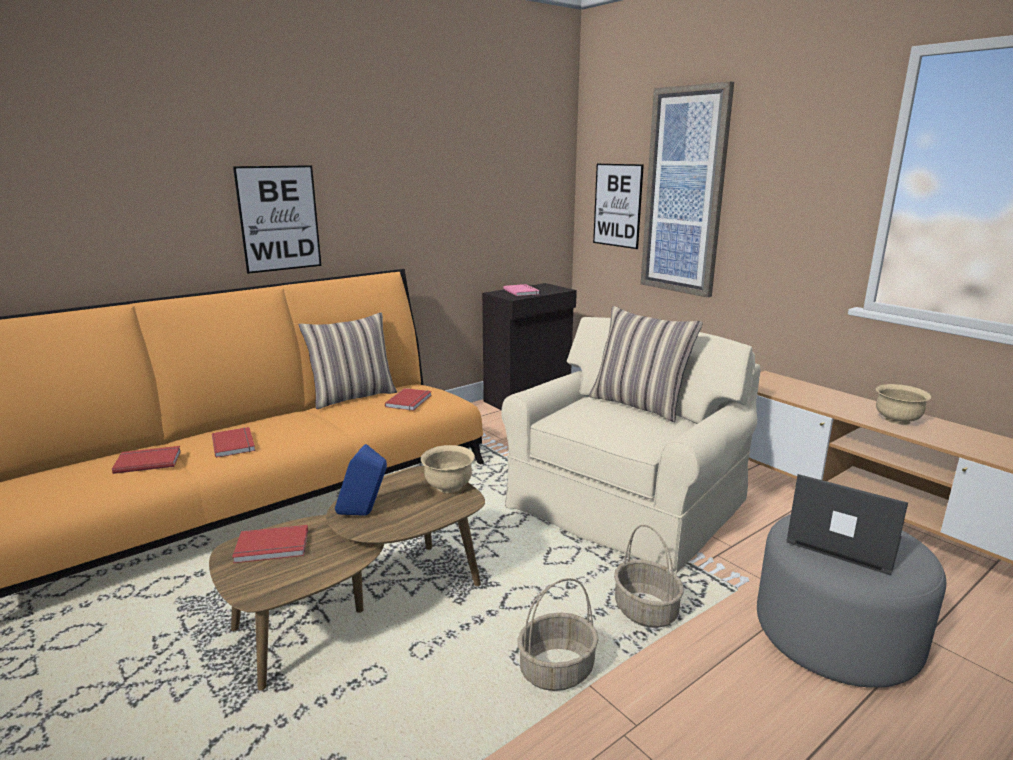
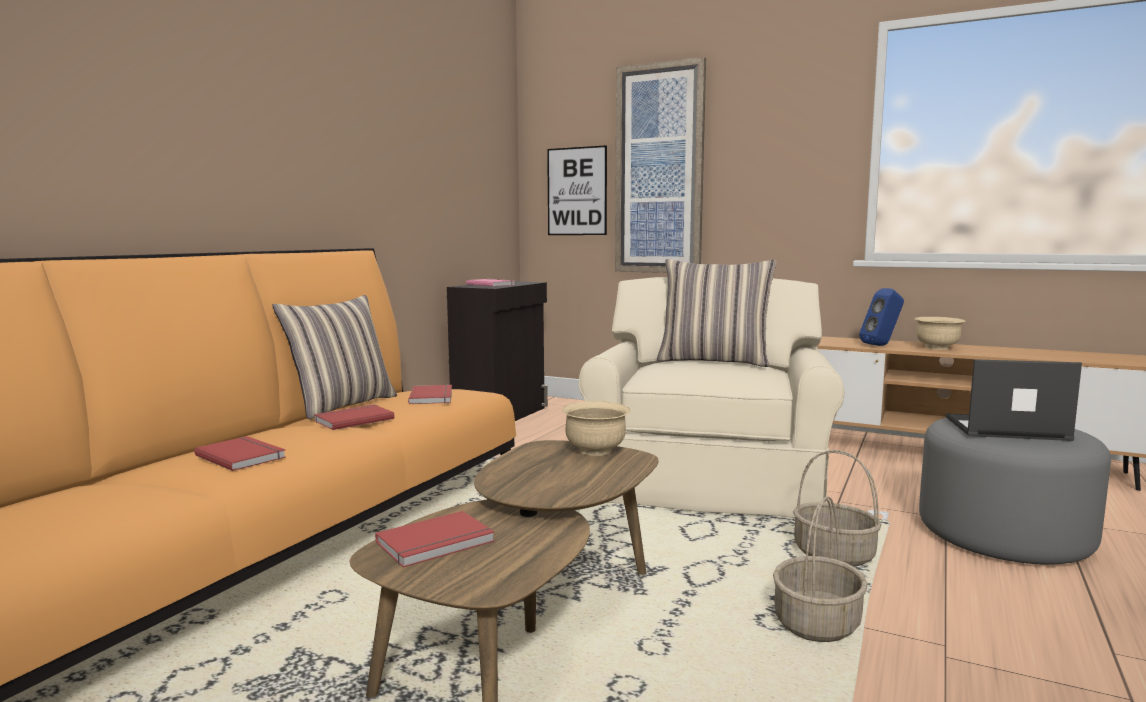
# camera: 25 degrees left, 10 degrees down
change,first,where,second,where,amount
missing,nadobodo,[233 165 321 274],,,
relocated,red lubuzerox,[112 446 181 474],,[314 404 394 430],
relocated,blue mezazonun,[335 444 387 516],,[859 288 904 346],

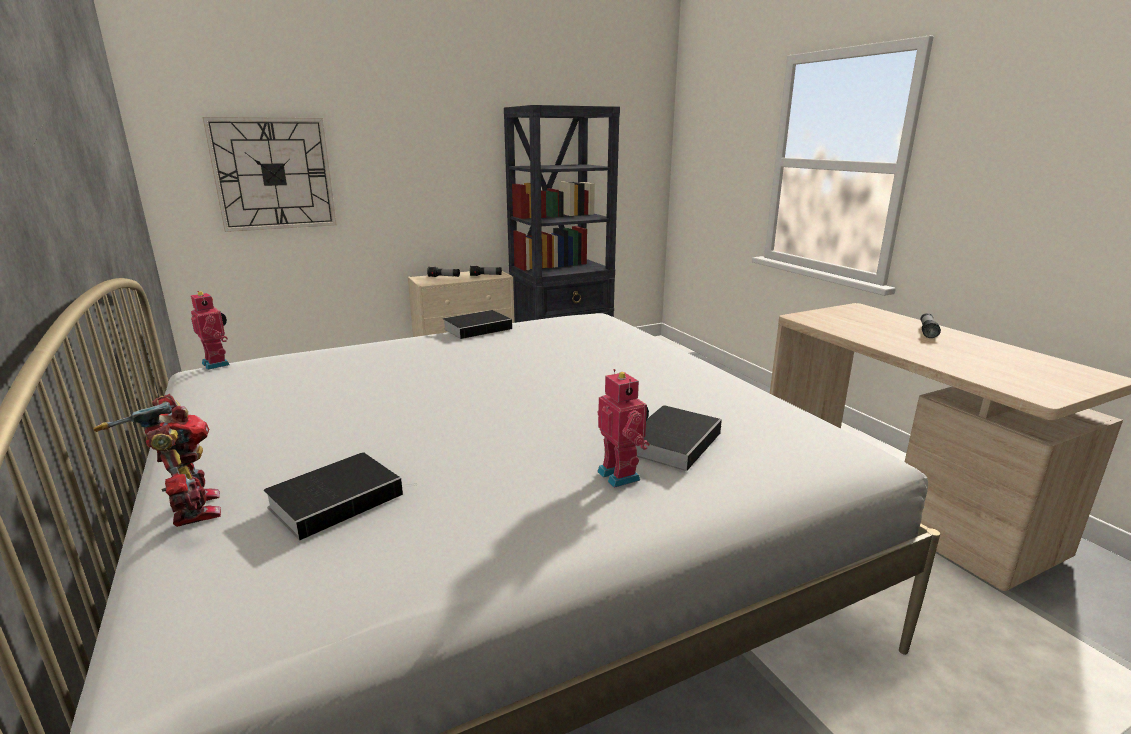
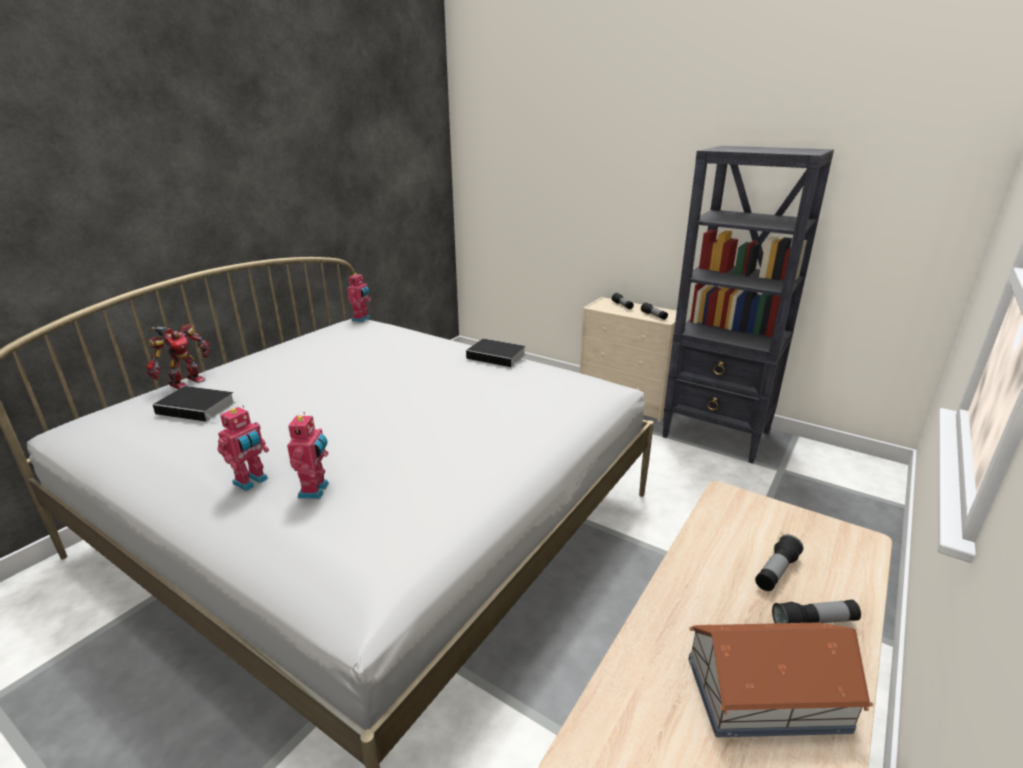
# camera: 60 degrees right, 5 degrees up
change,first,where,second,where,amount
missing,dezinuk,[203 117 336 232],,,
appeared,,,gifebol,[688 622 873 737],
appeared,,,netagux,[755 535 803 591],
exchanged,lubuzerox,[636 405 722 471],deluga,[287 412 329 499],

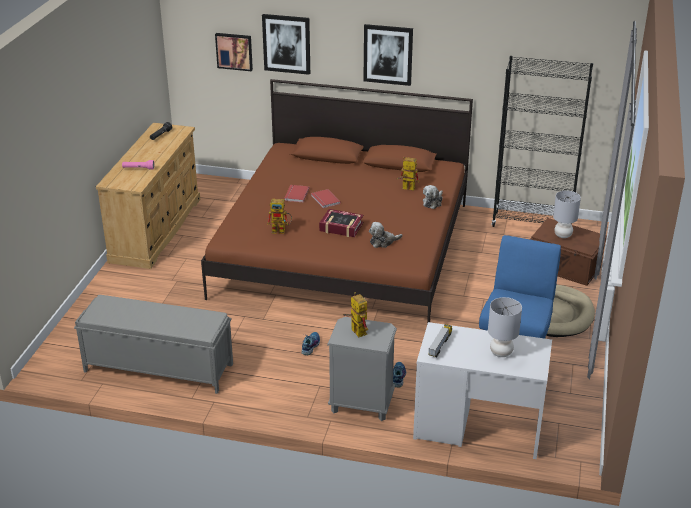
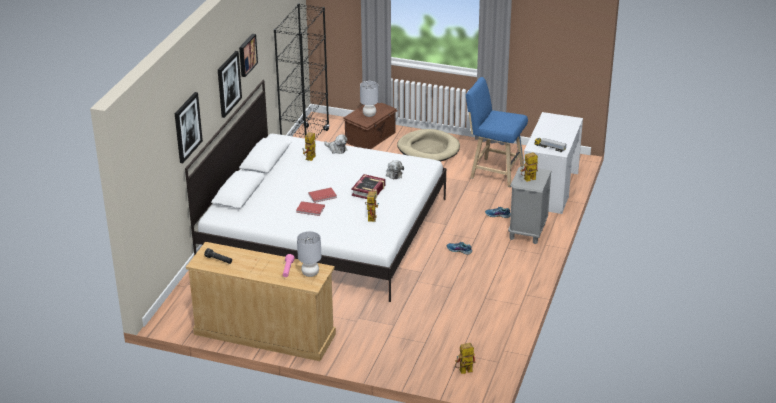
# camera: 85 degrees left, 0 degrees up
change,first,where,second,where,amount
missing,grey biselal,[74 295 233 394],,,
appeared,,,deluga,[455 343 476 374],
relocated,nadobodo,[215 33 253 71],,[239 34 258 77],
relocated,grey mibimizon,[488 297 522 357],,[297 231 321 277],
colour,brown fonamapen,[201 79 473 324],white fonamapen,[185 80 446 302],

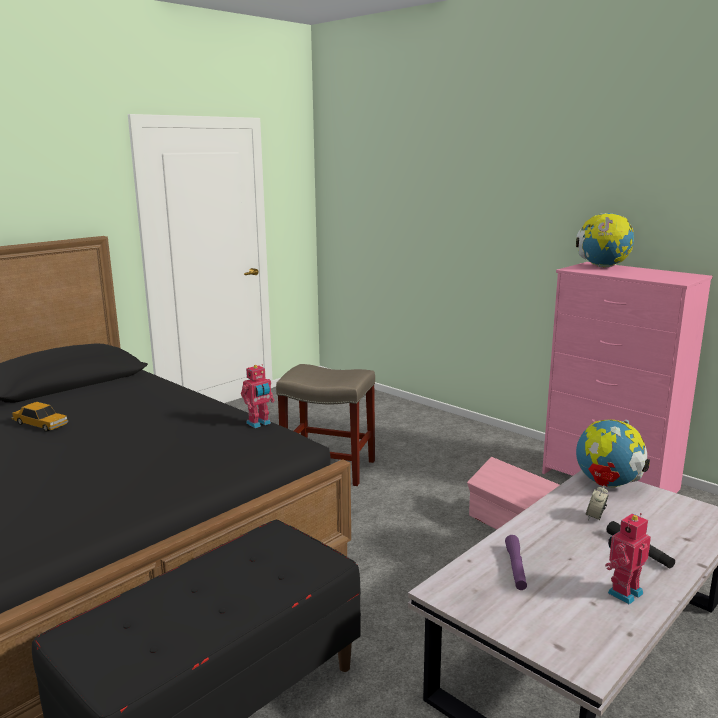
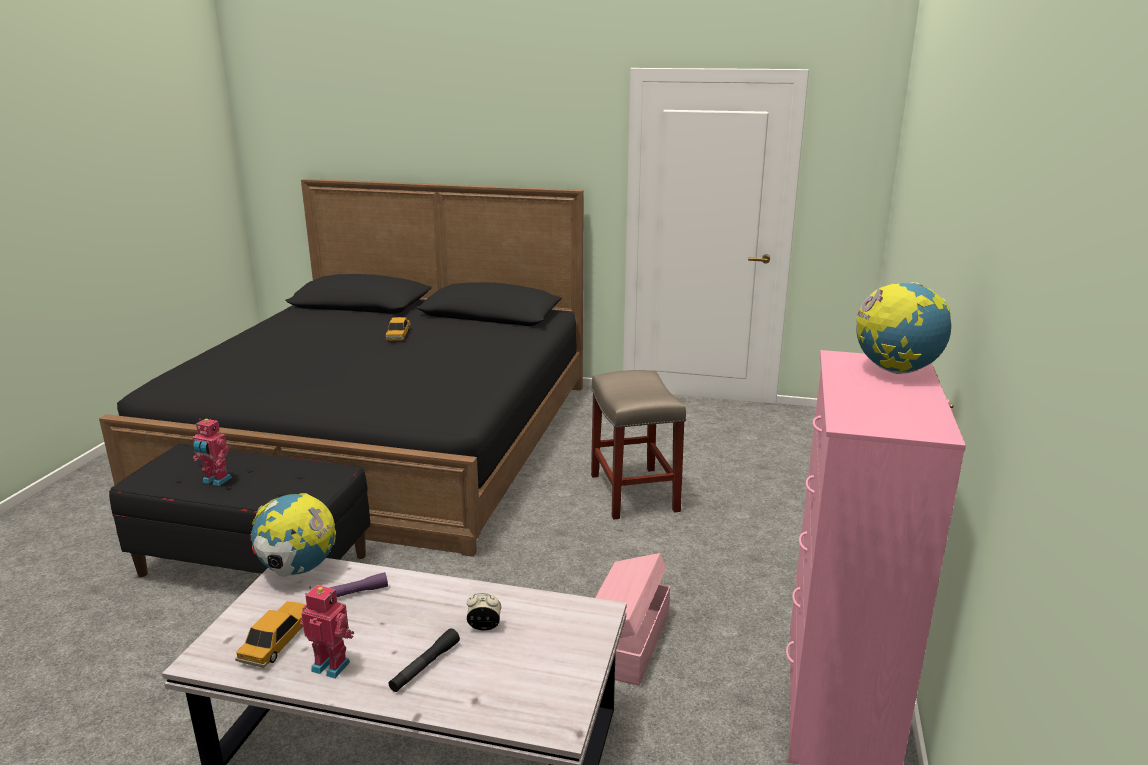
# camera: 60 degrees right, 5 degrees up
change,first,where,second,where,amount
appeared,,,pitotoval,[235 601 306 668],
relocated,deluga,[241 364 275 428],,[192 419 232 486],
relocated,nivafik,[576 420 650 488],,[251 493 336 577],

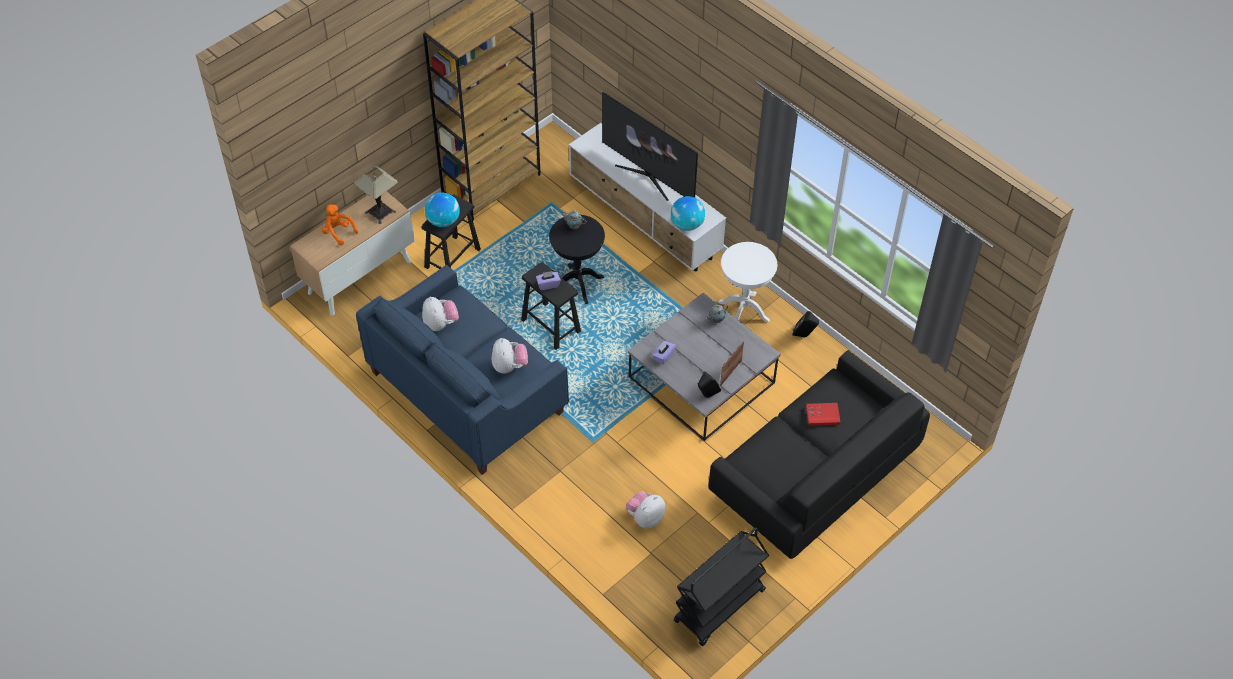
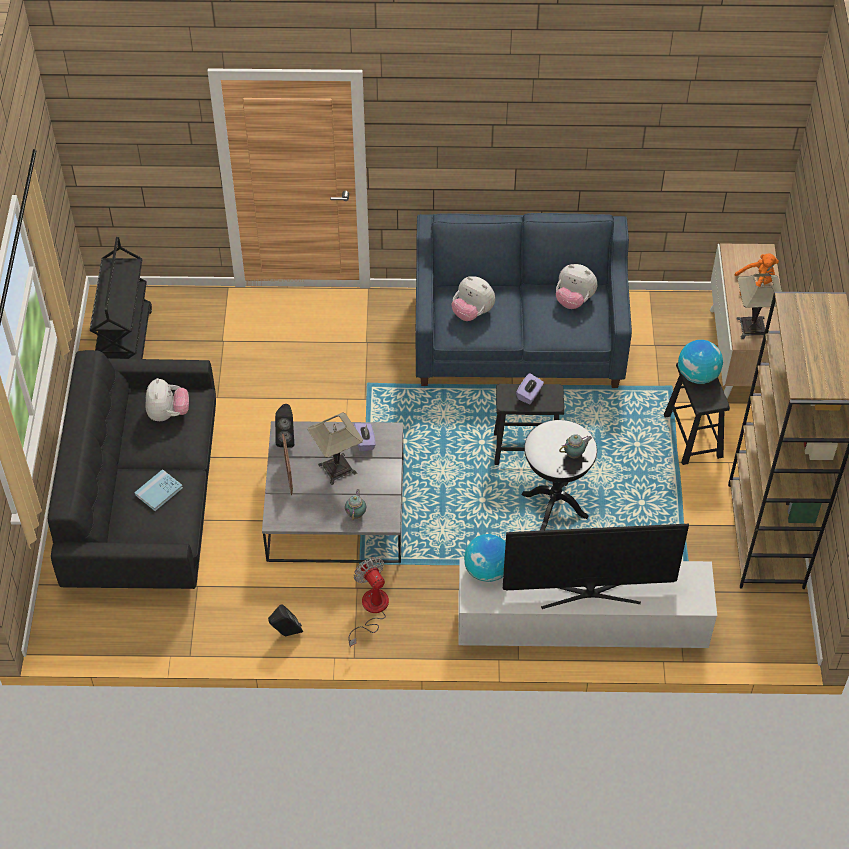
# camera: 135 degrees right, 0 degrees up
change,first,where,second,where,amount
appeared,,,mibimizon,[308 412 363 485],
relocated,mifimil,[626 491 665 528],,[145 378 189 421],
exchanged,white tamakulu,[718 242 777 323],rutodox,[348 557 389 647],
colour,red lubuzerox,[806 403 840 426],blue lubuzerox,[134 469 183 511],

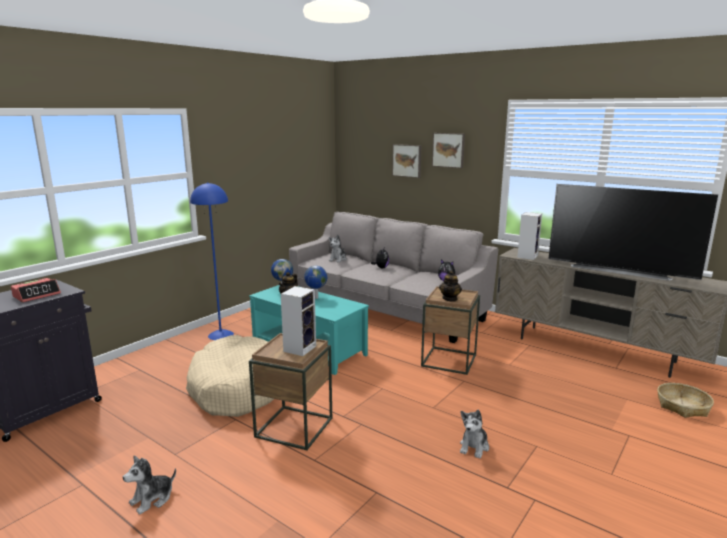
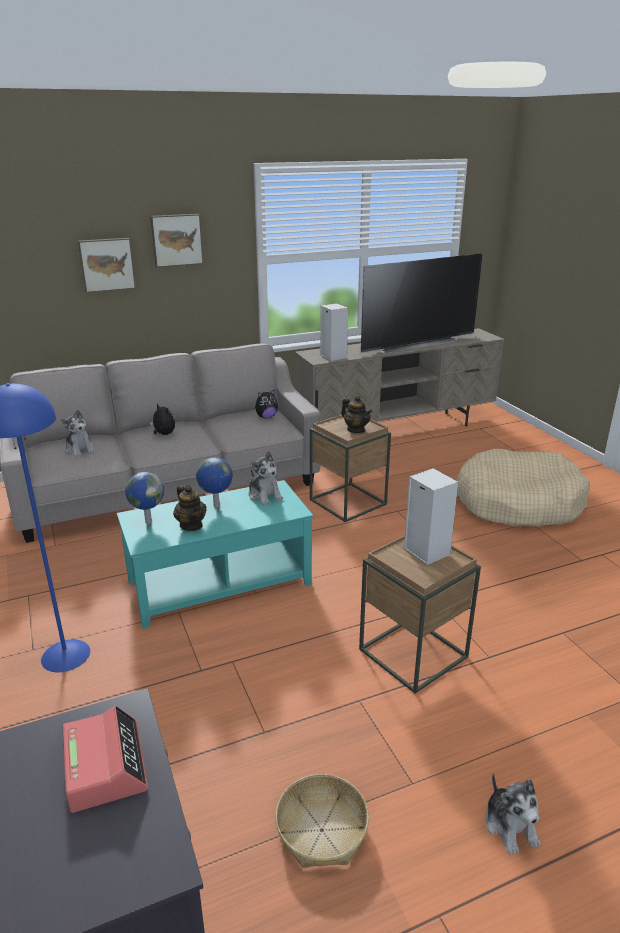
# camera: 60 degrees left, 10 degrees up
change,first,where,second,where,amount
relocated,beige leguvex,[186 335 274 417],,[457 449 590 527],
relocated,mifimil,[460 410 489 459],,[248 451 283 506],
relocated,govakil,[657 383 714 418],,[275 774 369 868],

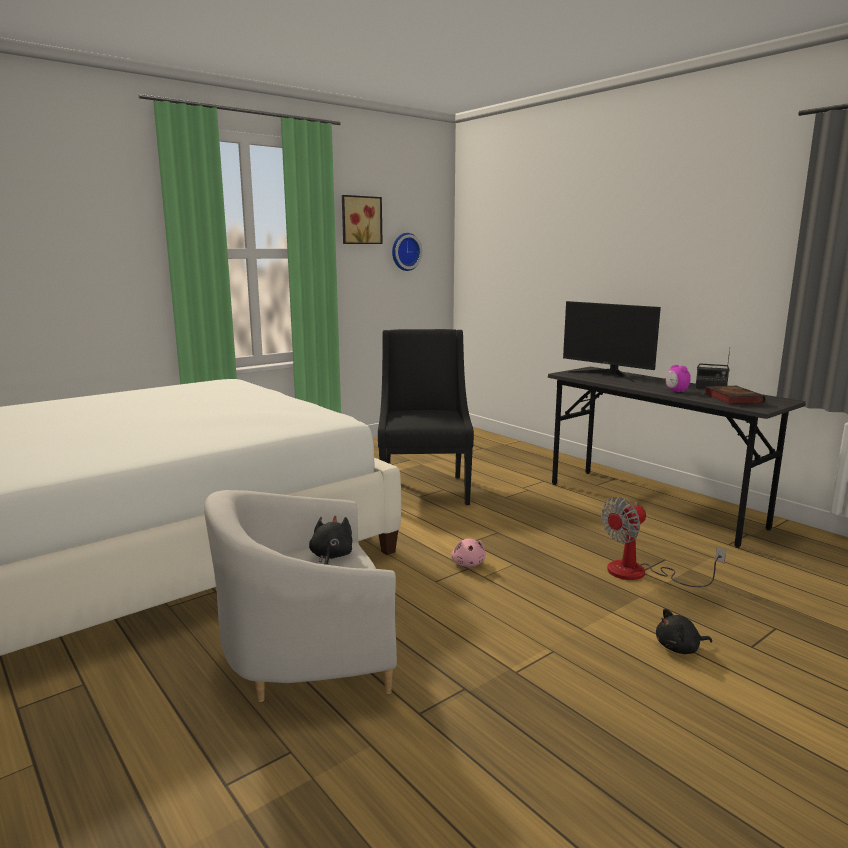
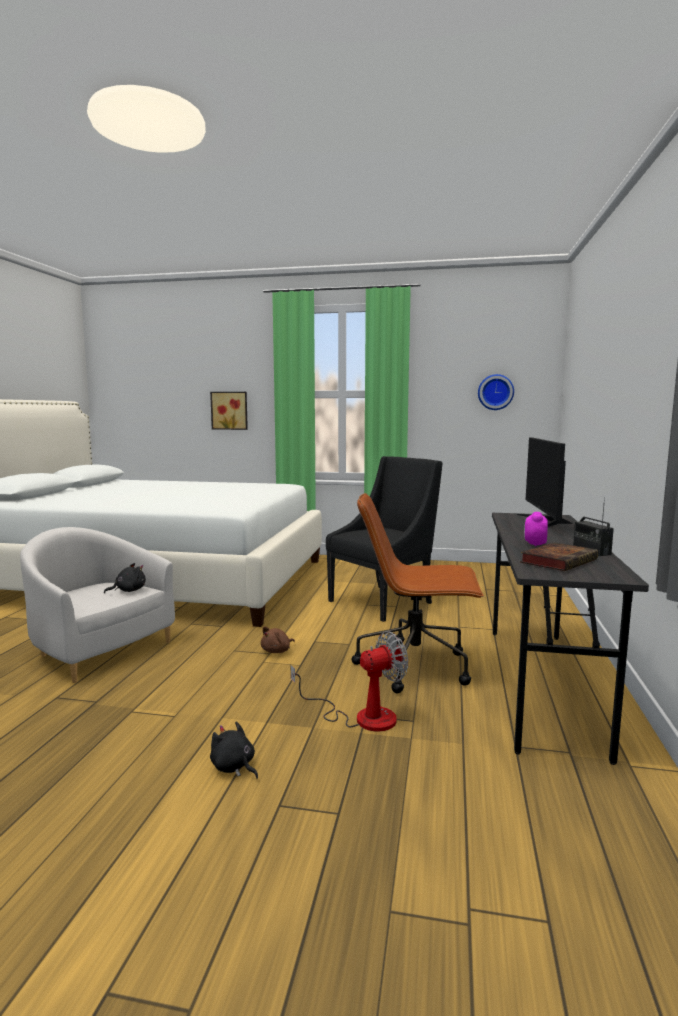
# camera: 50 degrees right, 5 degrees down
change,first,where,second,where,amount
appeared,,,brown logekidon,[352 493 484 693],
relocated,nadobodo,[342 195 383 244],,[210 392 248 430],
colour,pink mifimil,[451 538 486 567],brown mifimil,[261 626 295 653],
spun,rutodox,[601 497 726 587],,[291 631 408 732],135 degrees clockwise

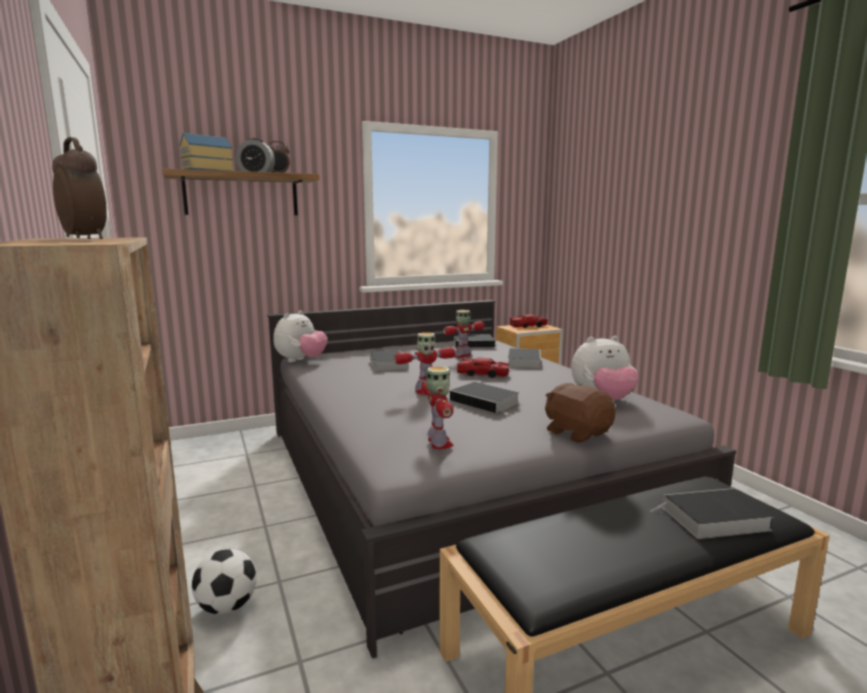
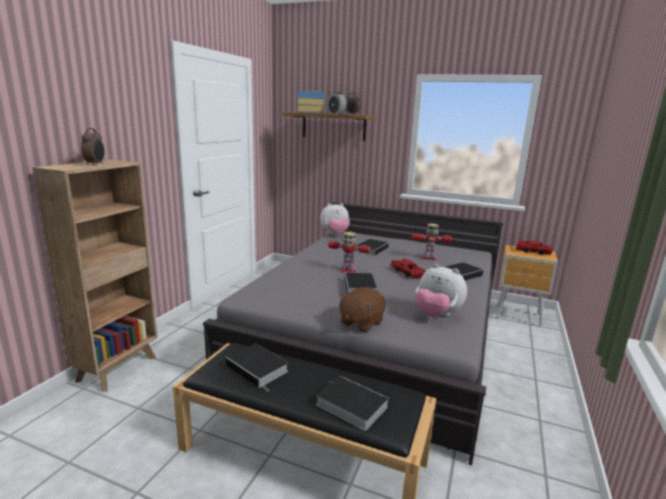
# camera: 45 degrees right, 5 degrees up
change,first,where,second,where,amount
missing,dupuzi,[192 548 257 614],,,
missing,deluga,[421 366 454 449],,,
relocated,lubuzerox,[453 335 502 348],,[225 343 288 391],
spun,brown mifimil,[545 383 616 443],,[338 287 386 332],150 degrees counterclockwise

